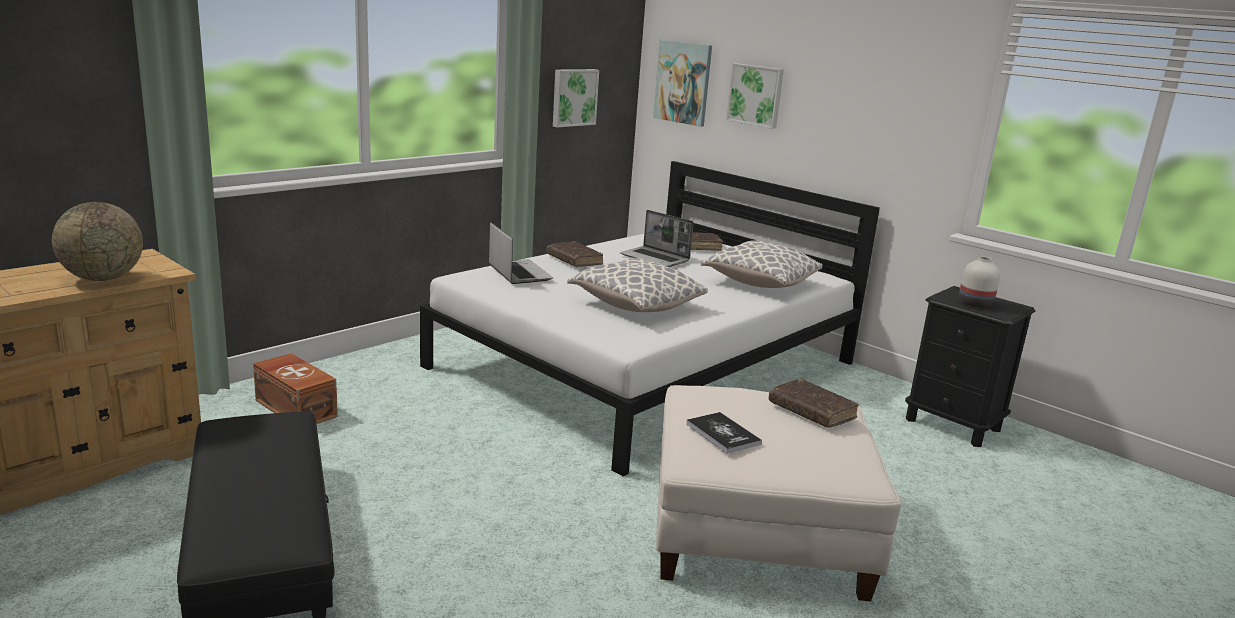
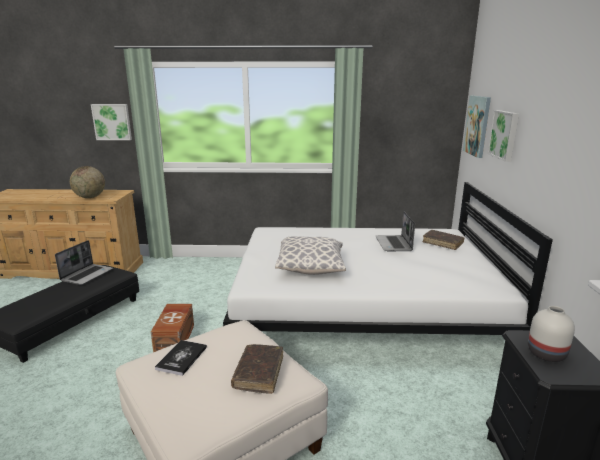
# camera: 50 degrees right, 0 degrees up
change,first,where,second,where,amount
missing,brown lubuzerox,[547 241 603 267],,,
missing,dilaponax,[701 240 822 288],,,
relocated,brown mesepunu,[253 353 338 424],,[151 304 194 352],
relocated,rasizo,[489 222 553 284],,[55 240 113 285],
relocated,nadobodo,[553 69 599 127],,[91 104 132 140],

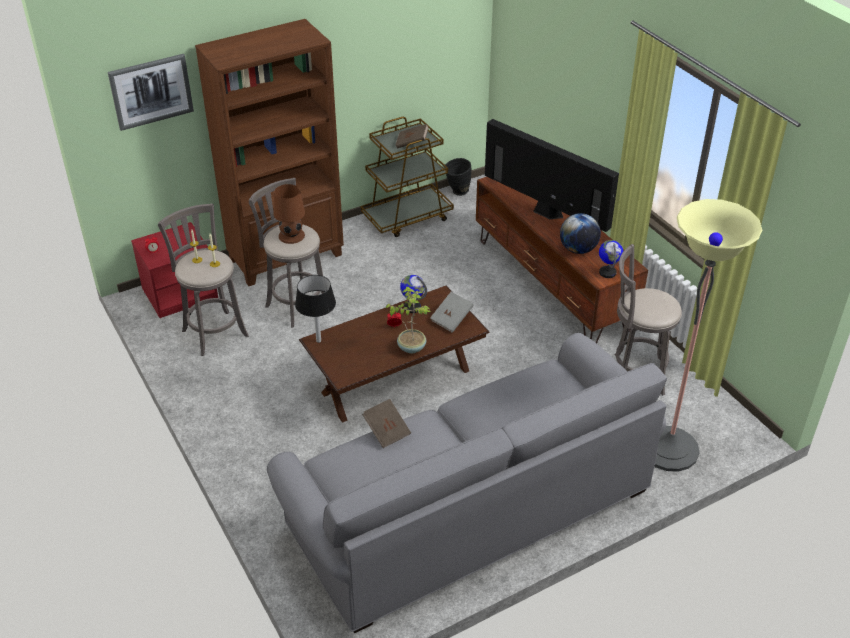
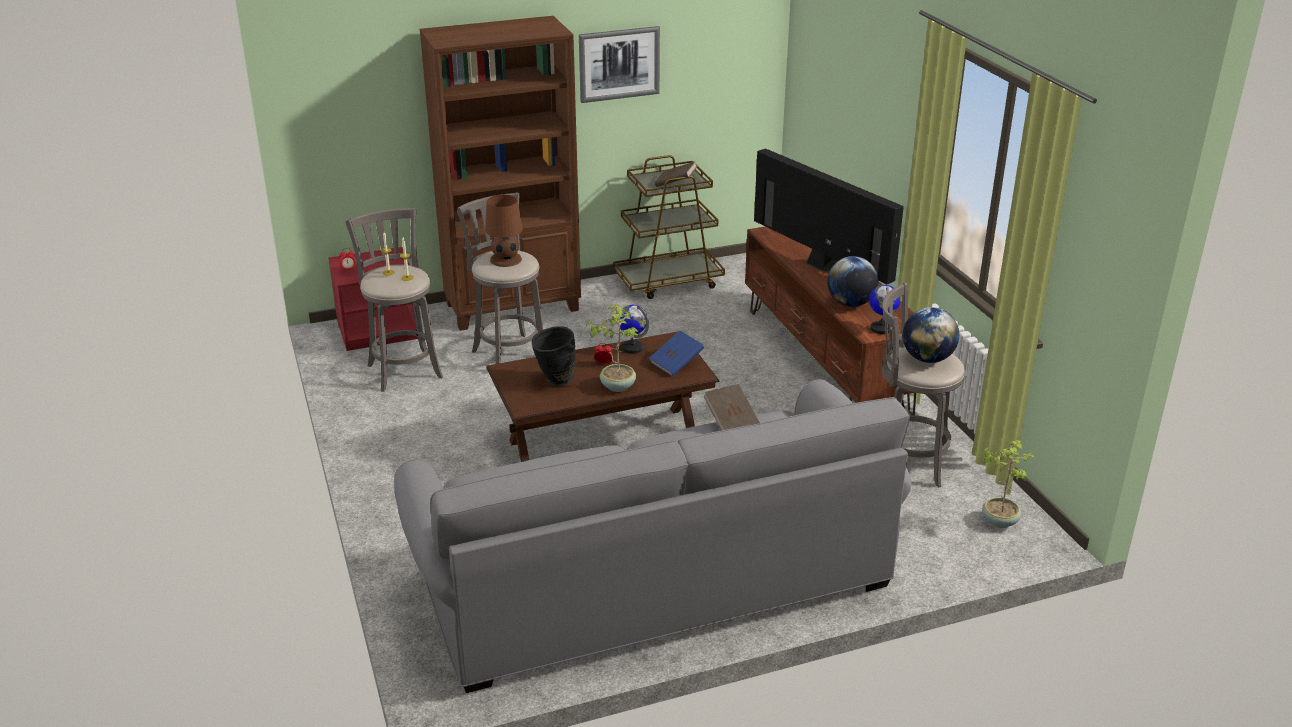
# camera: 10 degrees right, 10 degrees down
change,first,where,second,where,amount
missing,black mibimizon,[295 275 336 343],,,
missing,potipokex,[654 199 762 472],,,
appeared,,,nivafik,[903 307 959 363],
appeared,,,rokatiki,[982 440 1035 528],
relocated,nadobodo,[108 54 194 131],,[579 26 660 103],
relocated,brown lubuzerox,[362 399 411 448],,[704 384 760 430],
relocated,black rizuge,[445 158 471 196],,[532 326 576 386],
colour,grey lubuzerox,[430 292 474 333],blue lubuzerox,[649 330 704 377],

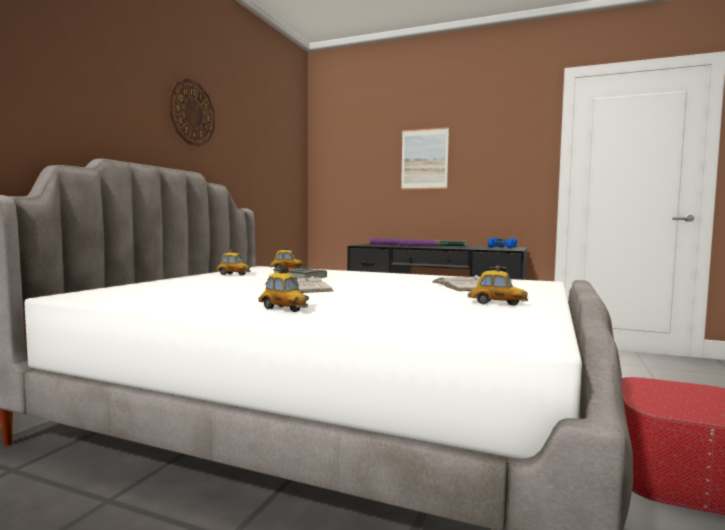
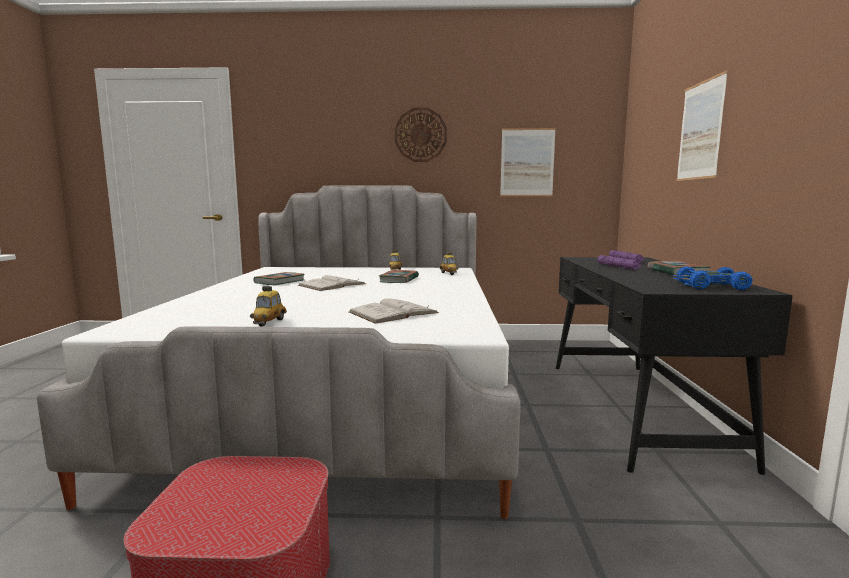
# camera: 70 degrees right, 5 degrees up
change,first,where,second,where,amount
missing,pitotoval,[258 267 309 312],,,
appeared,,,lubuzerox,[253 272 305 285],
appeared,,,nadobodo,[500 128 556 196],

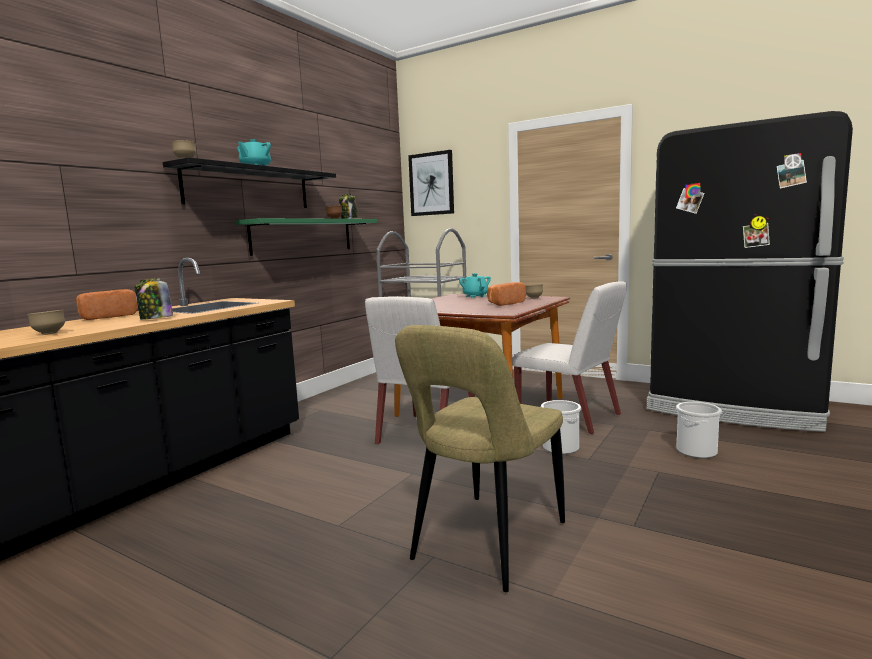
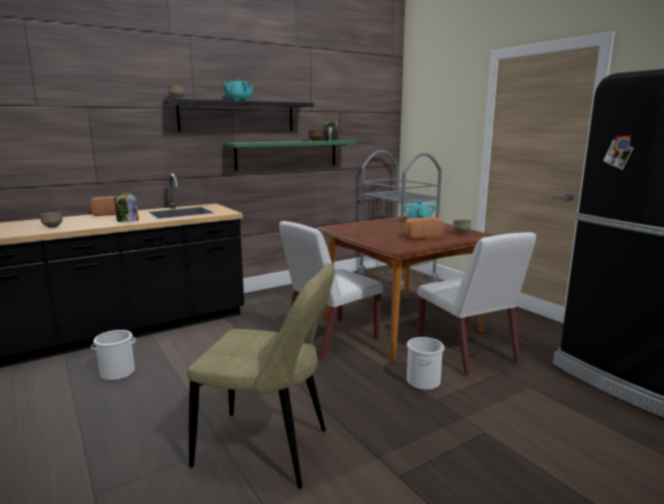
# camera: 25 degrees right, 5 degrees up
change,first,where,second,where,amount
missing,nadobodo,[408 150 454 216],,,
relocated,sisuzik,[676 402 722 458],,[91 330 136 381],
spun,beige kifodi,[395 325 565 592],,[187 263 335 489],135 degrees counterclockwise

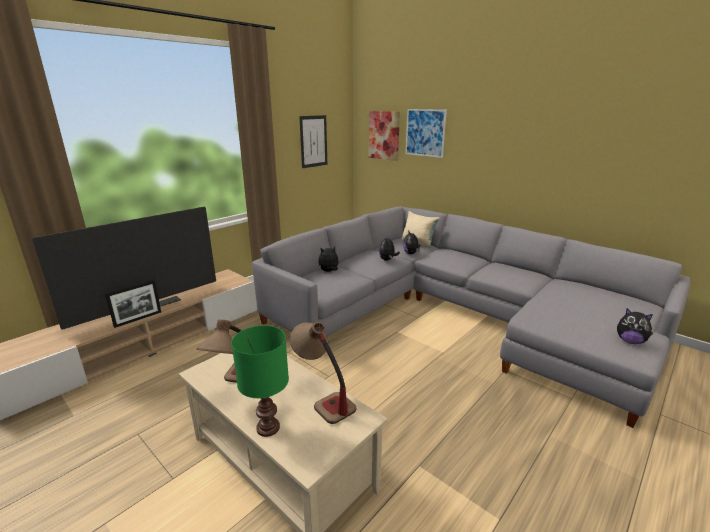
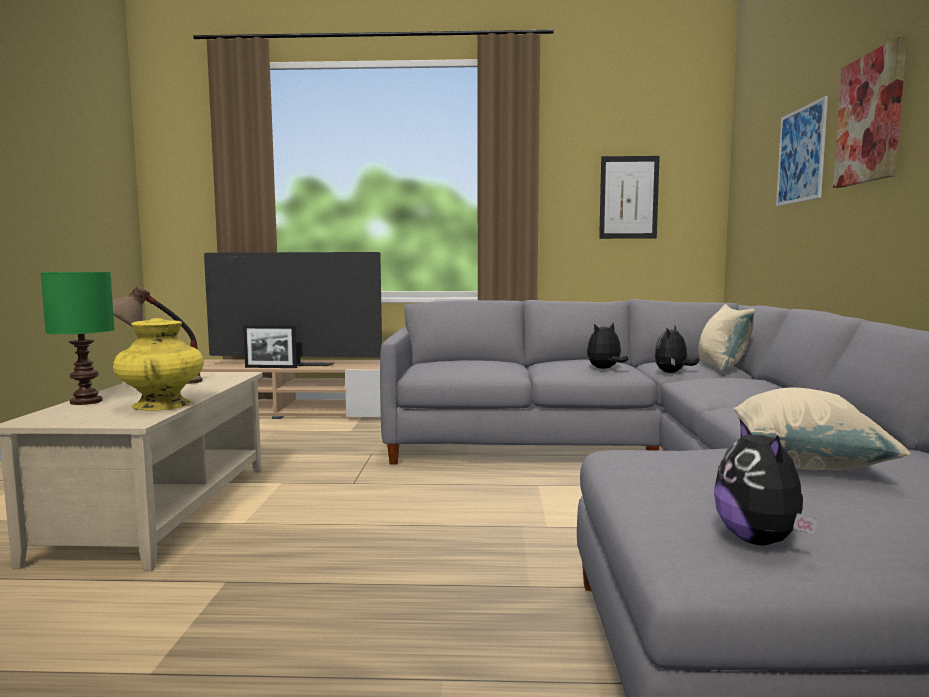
# camera: 50 degrees right, 15 degrees down
change,first,where,second,where,amount
missing,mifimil,[318 246 339 272],,,
appeared,,,beige dilaponax,[733 388 911 470],
relocated,nadobodo,[369 111 400 161],,[833 36 907 188],
exchanged,mibimizon,[290 322 357 424],yellow rizuge,[113 318 204 411],

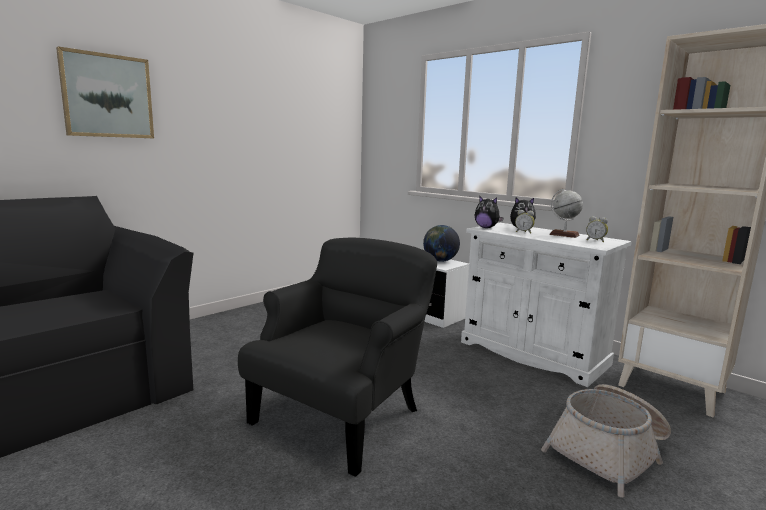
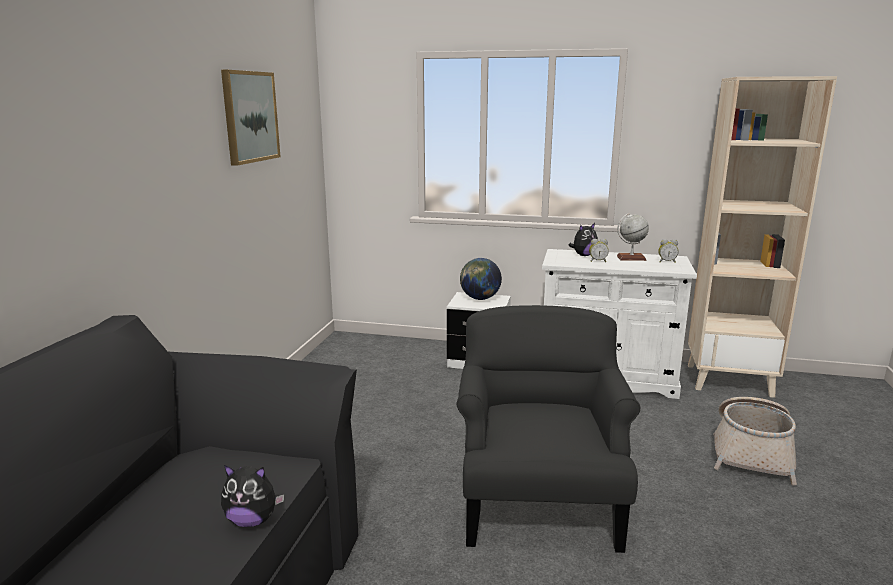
# camera: 30 degrees left, 5 degrees up
change,first,where,second,where,amount
relocated,nadobodo,[56 46 154 138],,[221 70 280 166],
relocated,mifimil,[475 196 504 228],,[221 465 284 527],

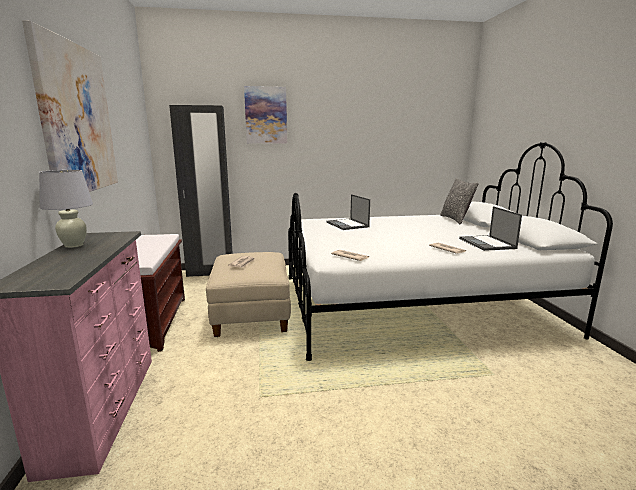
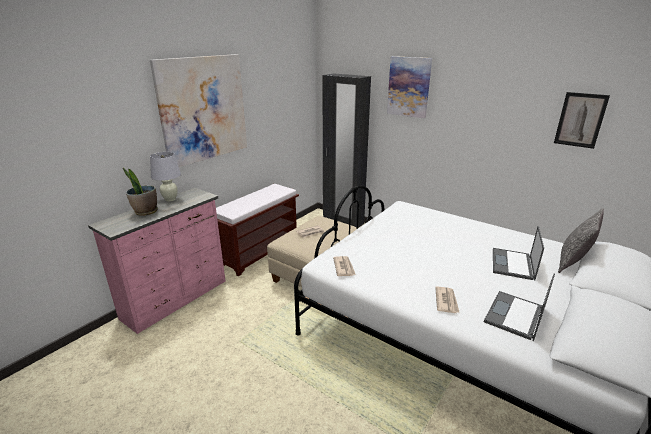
# camera: 45 degrees right, 10 degrees up
change,first,where,second,where,amount
appeared,,,rokatiki,[123 168 158 216],
appeared,,,nadobodo,[554 92 610 149],
relocated,rasizo,[326 194 370 230],,[493 226 544 281],

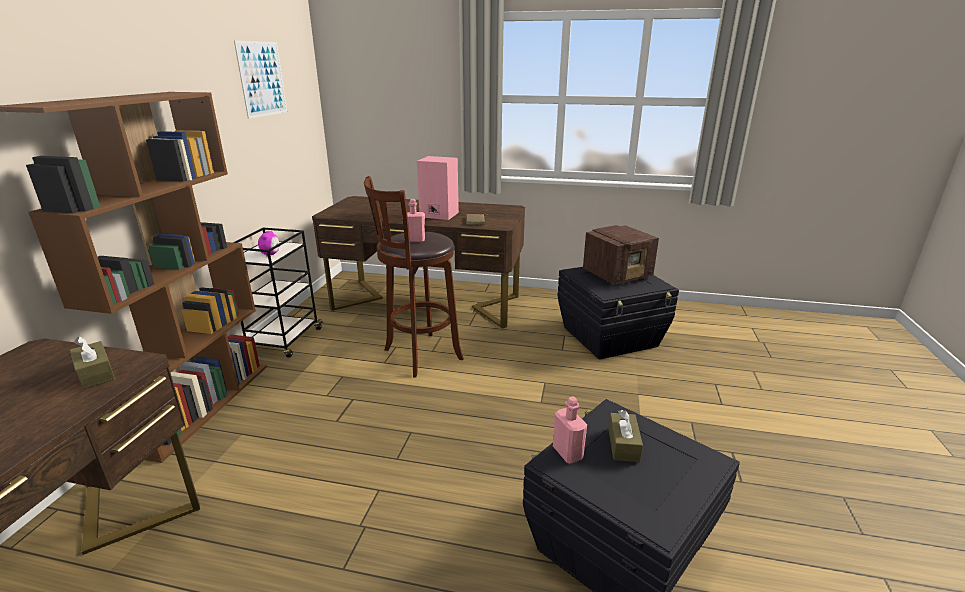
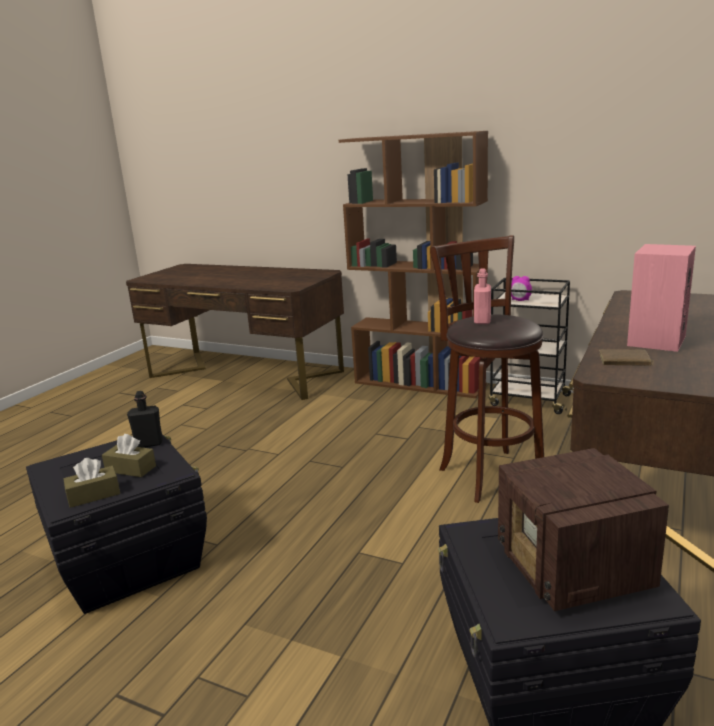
# camera: 105 degrees right, 5 degrees down
change,first,where,second,where,amount
missing,nadobodo,[234 40 287 119],,,
relocated,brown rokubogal,[70 336 115 389],,[63 458 120 508],
colour,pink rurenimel,[553 397 587 463],black rurenimel,[127 391 163 447],

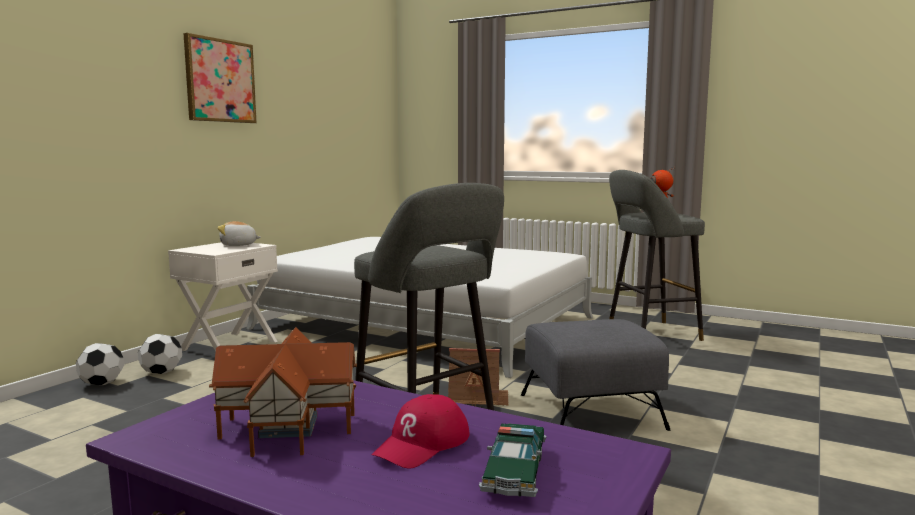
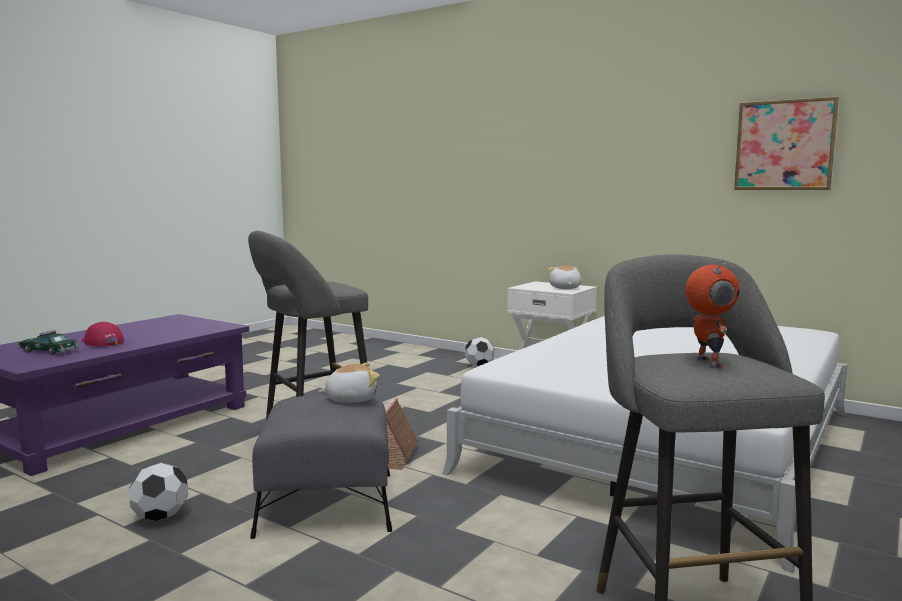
# camera: 95 degrees right, 0 degrees up
change,first,where,second,where,amount
missing,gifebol,[209 327 357 457],,,
appeared,,,mifimil,[318 363 379 403],
relocated,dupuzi,[76 343 124 385],,[129 463 188 521],
relocated,nadobodo,[183 33 257 123],,[734 97 839 190],

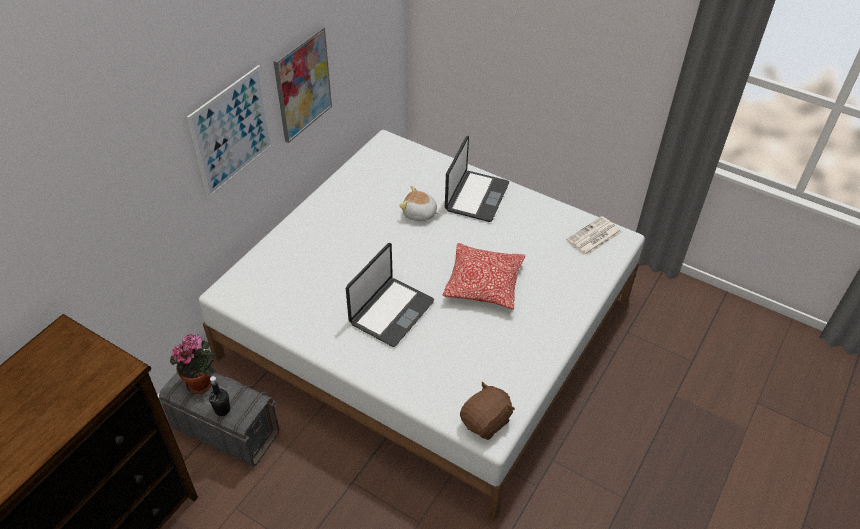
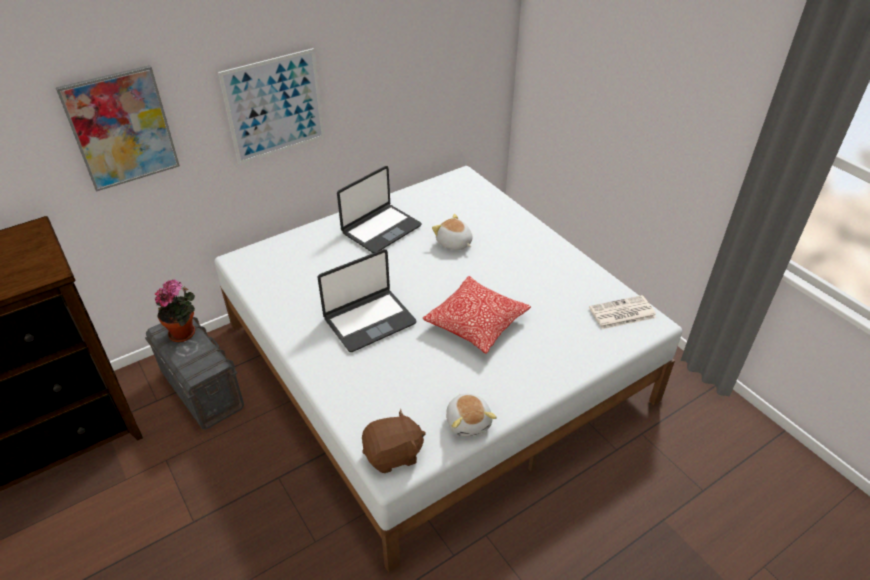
# camera: 25 degrees right, 5 degrees down
change,first,where,second,where,amount
missing,black rurenimel,[209 376 230 416],,,
appeared,,,mifimil,[446 393 497 437],
relocated,nadobodo,[273 26 332 143],,[56 65 180 192],
relocated,rasizo,[445 136 509 222],,[337 166 422 253],

